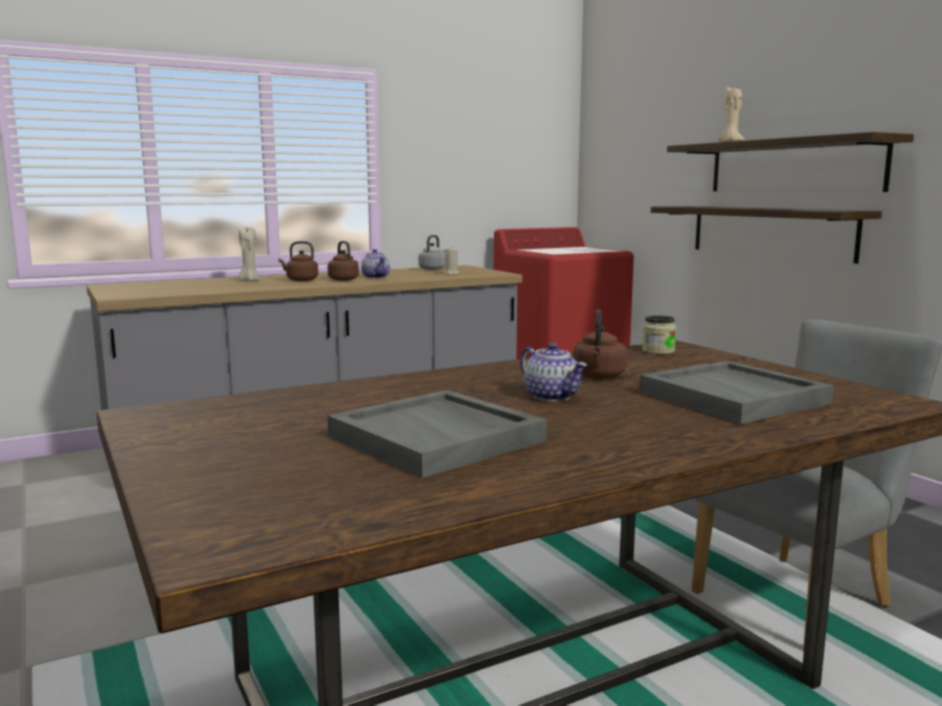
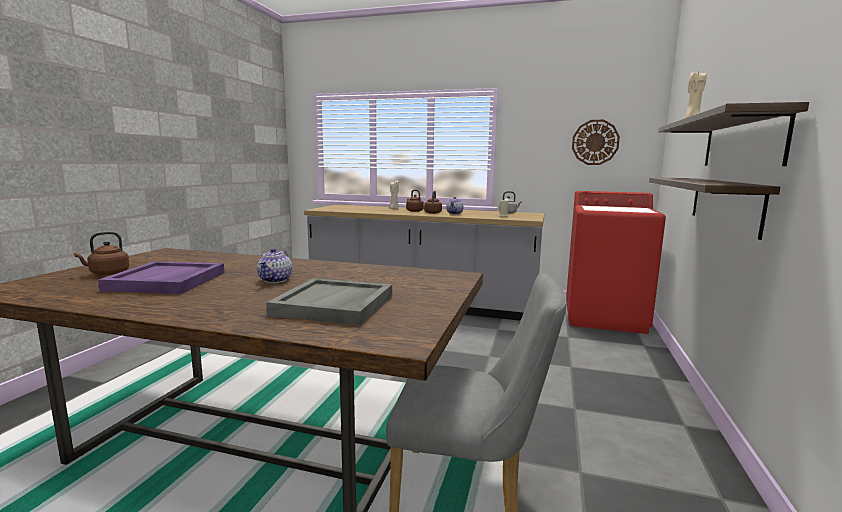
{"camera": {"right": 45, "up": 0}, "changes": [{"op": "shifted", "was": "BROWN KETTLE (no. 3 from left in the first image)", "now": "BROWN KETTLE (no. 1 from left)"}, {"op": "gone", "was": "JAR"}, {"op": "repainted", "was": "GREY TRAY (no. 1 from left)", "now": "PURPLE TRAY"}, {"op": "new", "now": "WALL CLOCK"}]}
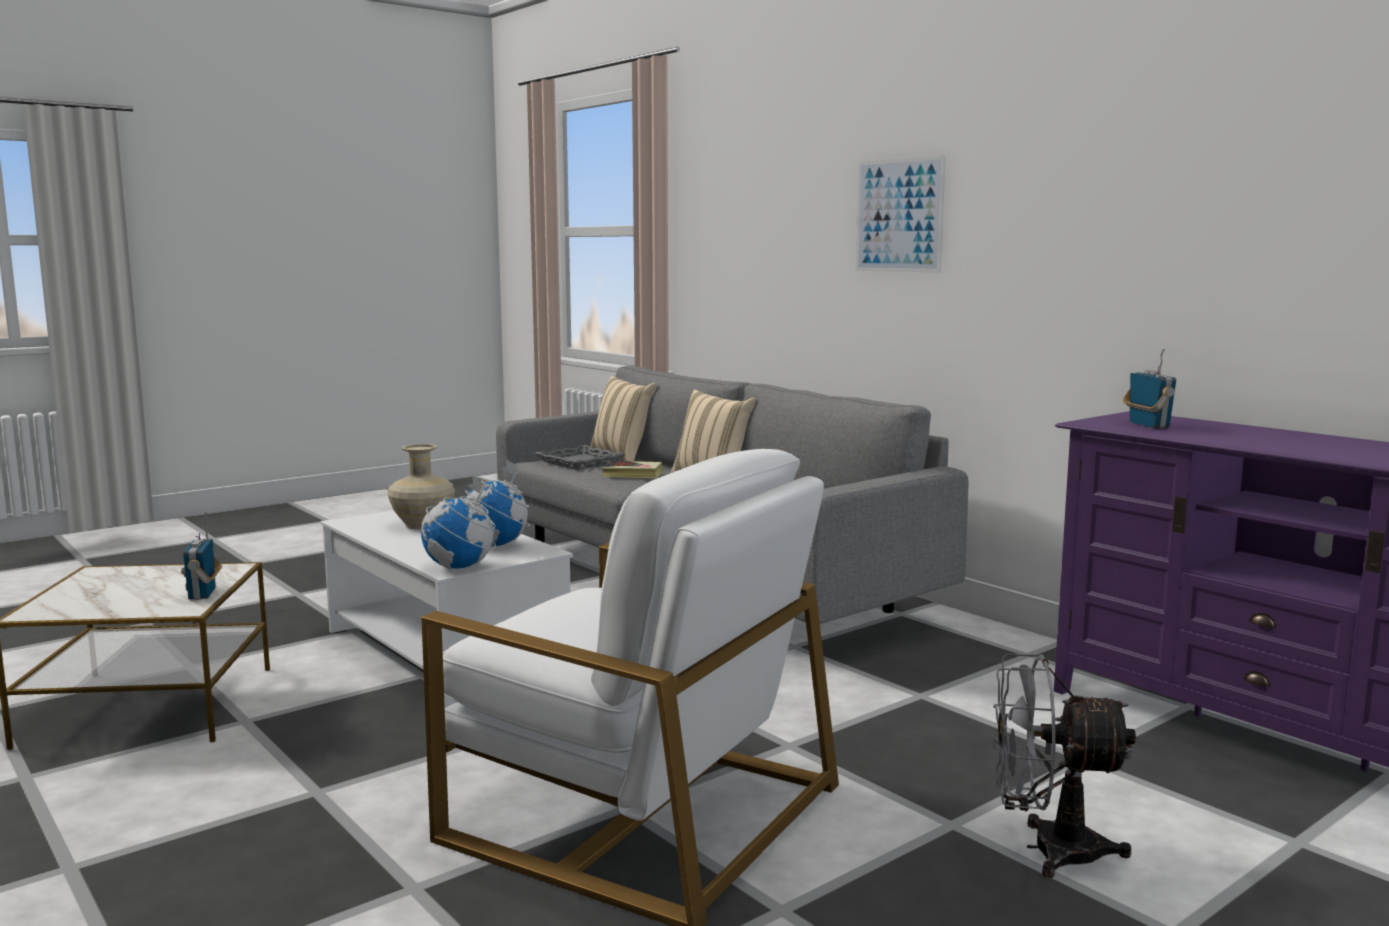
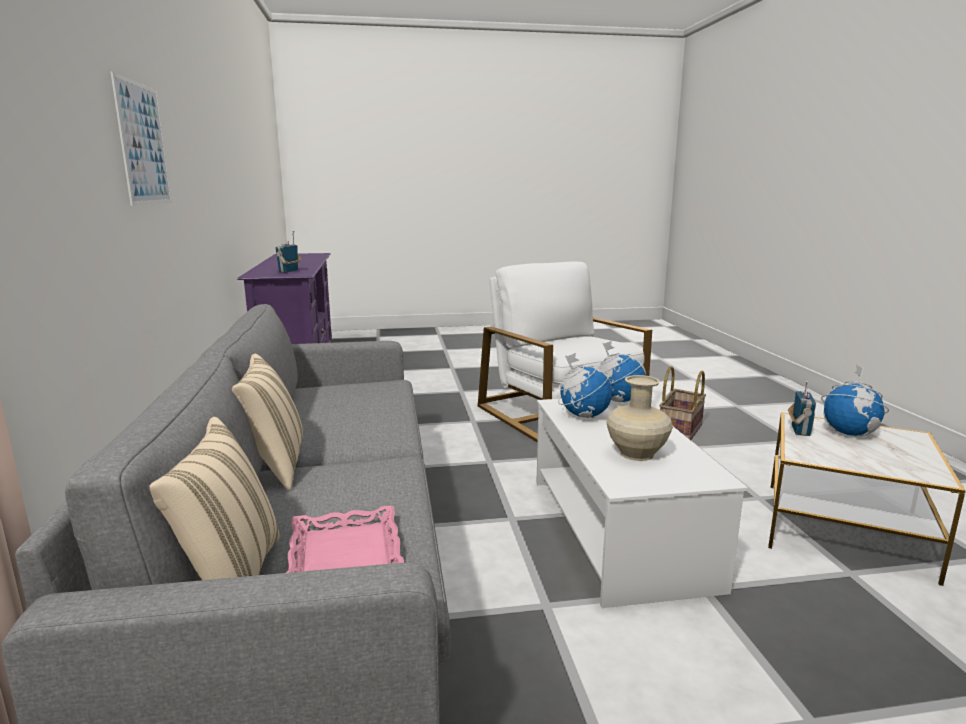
{"camera": {"right": -150, "up": 5}, "changes": [{"op": "repainted", "was": "GREY TRAY", "now": "PINK TRAY"}, {"op": "gone", "was": "BOOK"}, {"op": "gone", "was": "GREY FAN"}, {"op": "new", "now": "GLOBE (no. 3 from left)"}, {"op": "new", "now": "BASKET"}]}
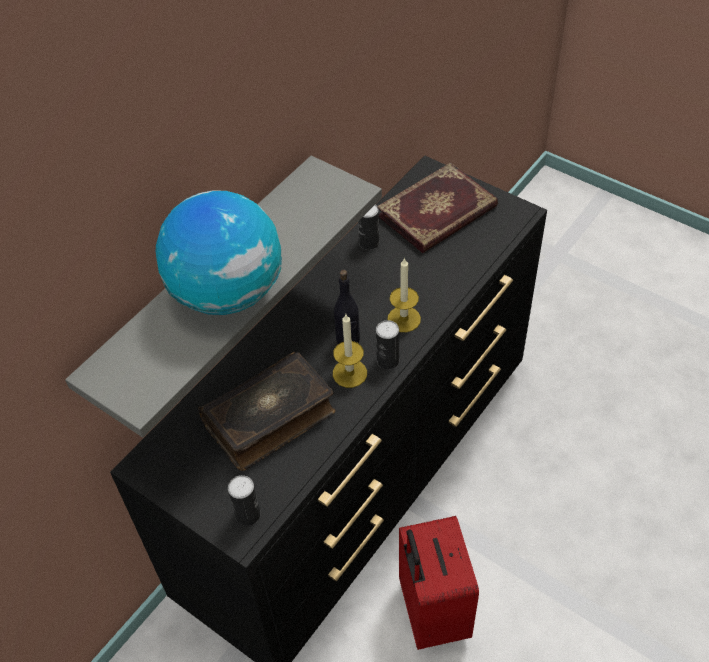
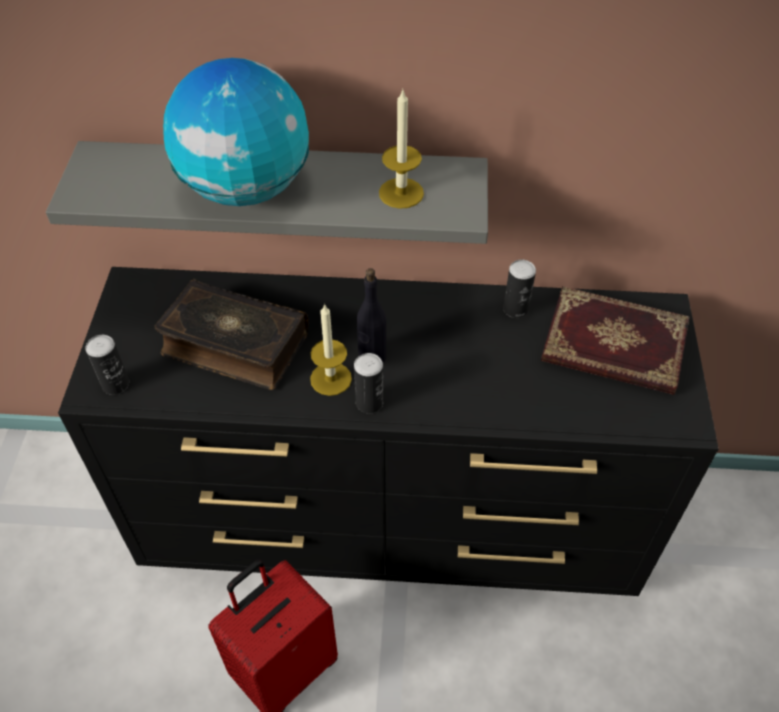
{"camera": {"right": 55, "up": 0}, "changes": [{"op": "shifted", "was": "CANDLE (no. 2 from left)"}]}
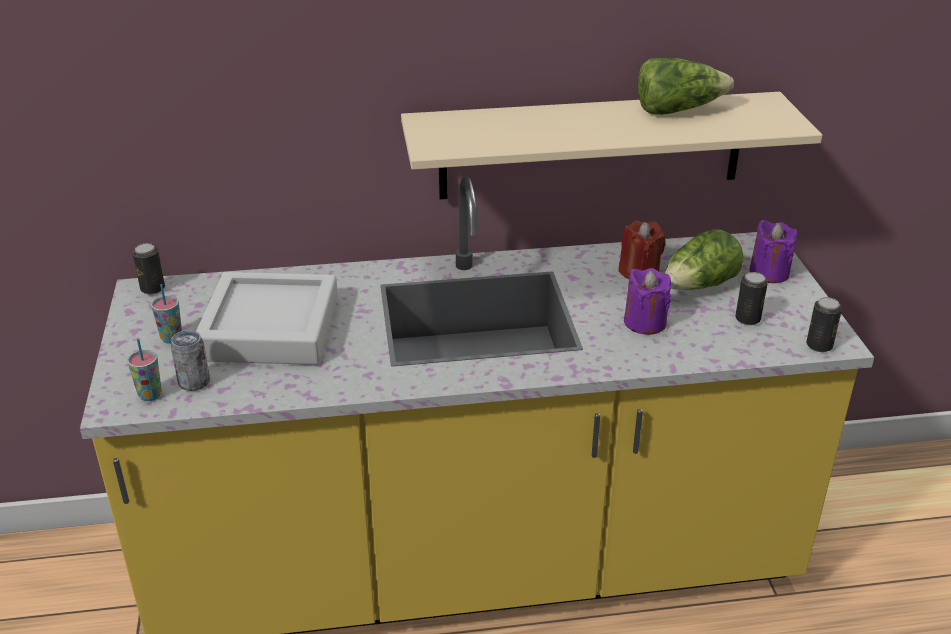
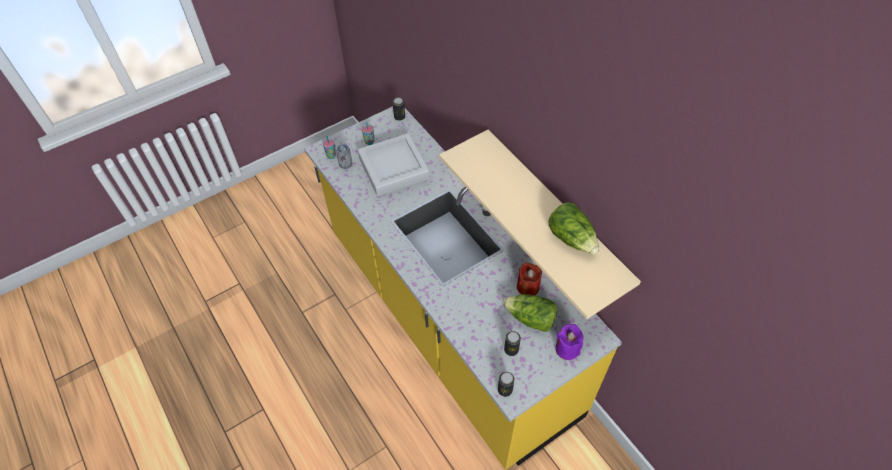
{"camera": {"right": 65, "up": 20}, "changes": [{"op": "gone", "was": "PURPLE CANDLE (no. 1 from left)"}]}
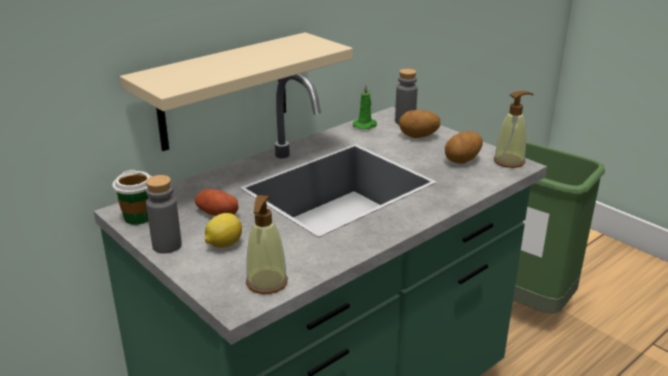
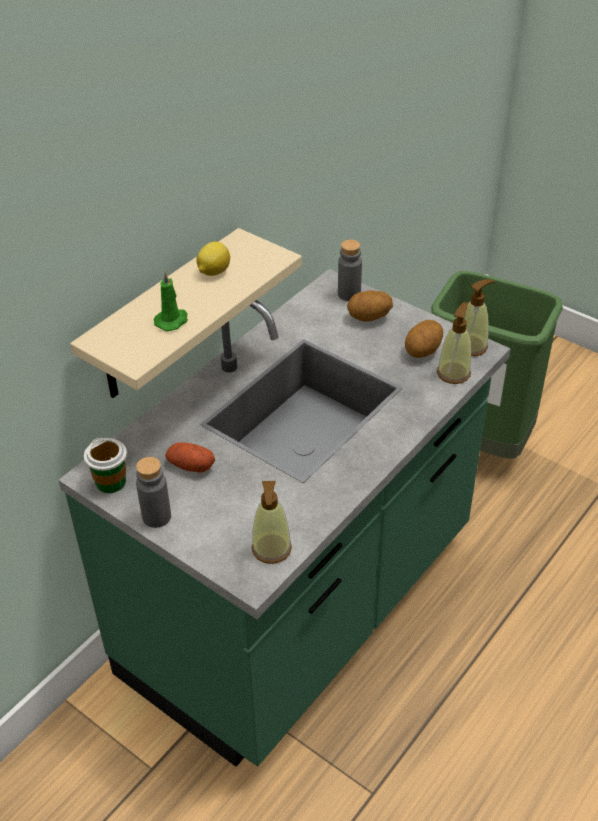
{"camera": {"right": -10, "up": 15}, "changes": [{"op": "shifted", "was": "GREEN CANDLE"}, {"op": "shifted", "was": "LEMON"}, {"op": "new", "now": "SOAP DISPENSER (no. 2 from left)"}]}
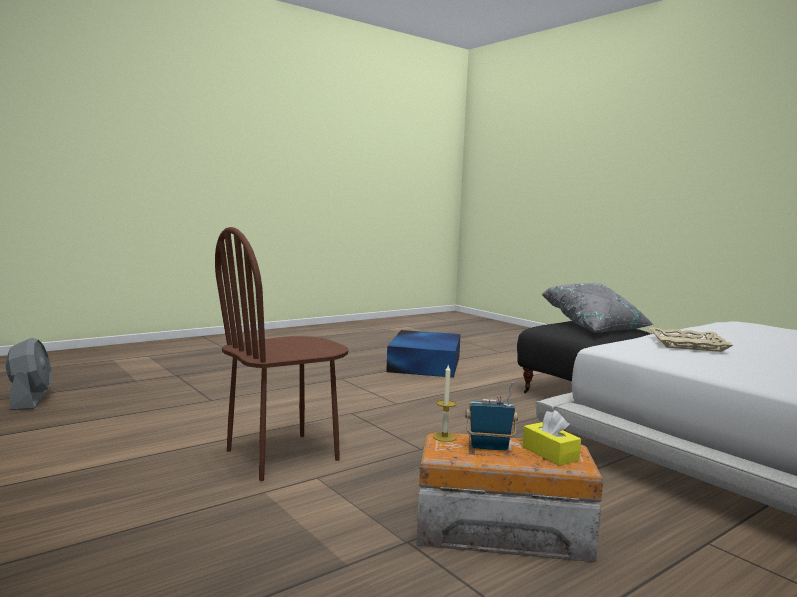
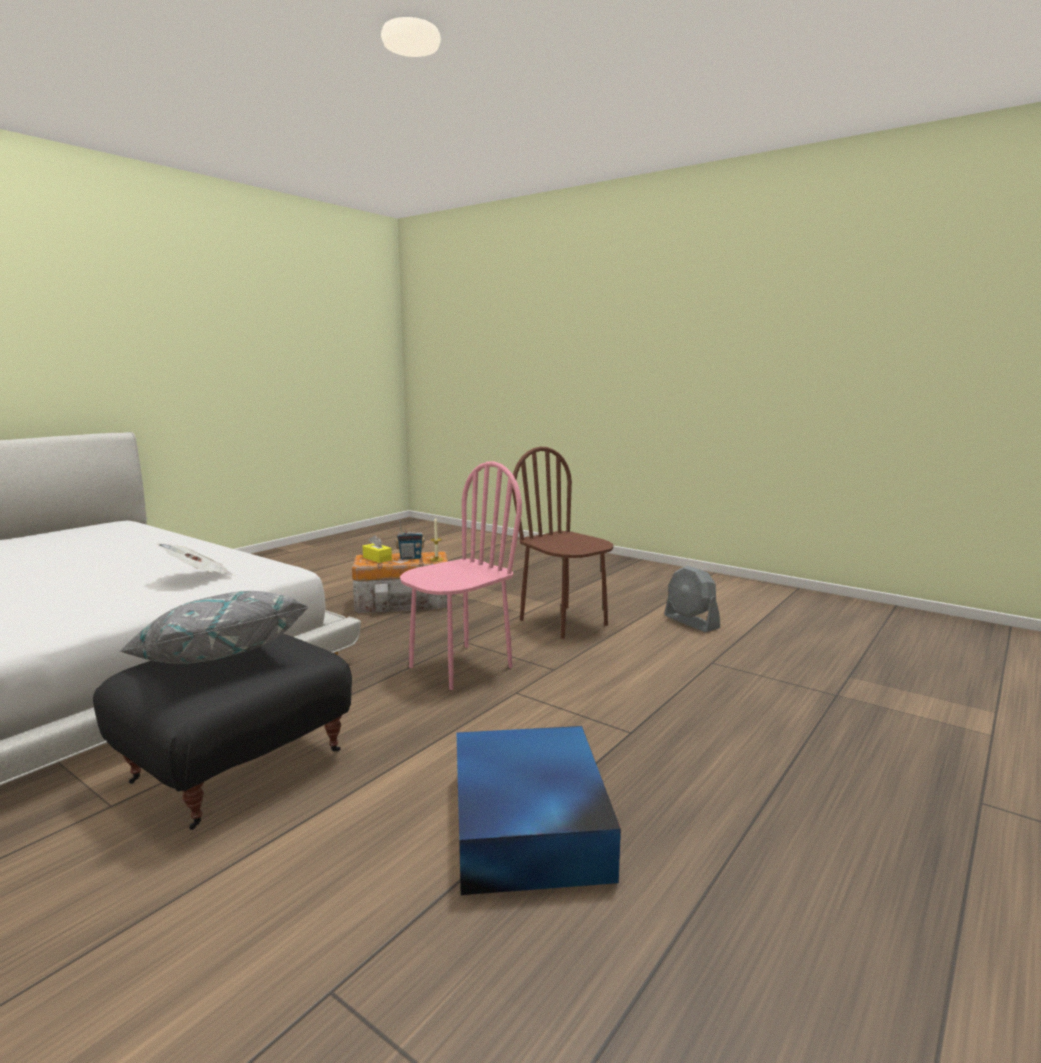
{"camera": {"right": 165, "up": 5}, "changes": [{"op": "rotated", "was": "BROWN CHAIR", "clockwise": -75}, {"op": "swapped", "was": "BEIGE TRAY", "now": "NEWSPAPER"}, {"op": "shifted", "was": "GREY FAN"}, {"op": "new", "now": "PINK CHAIR"}]}
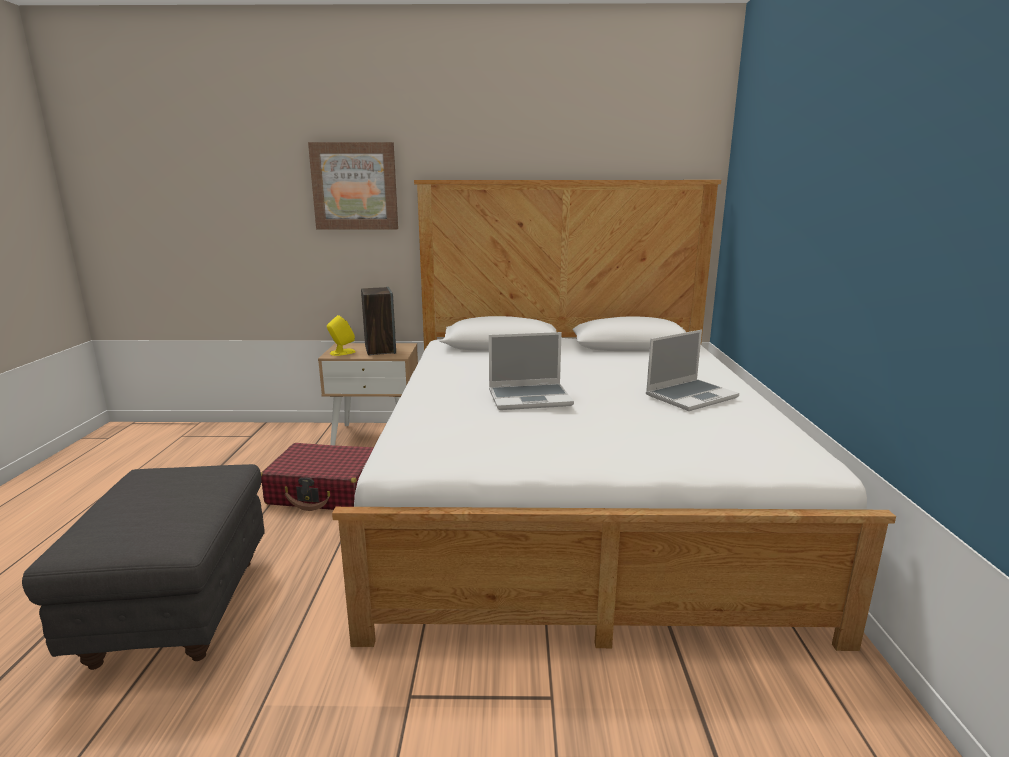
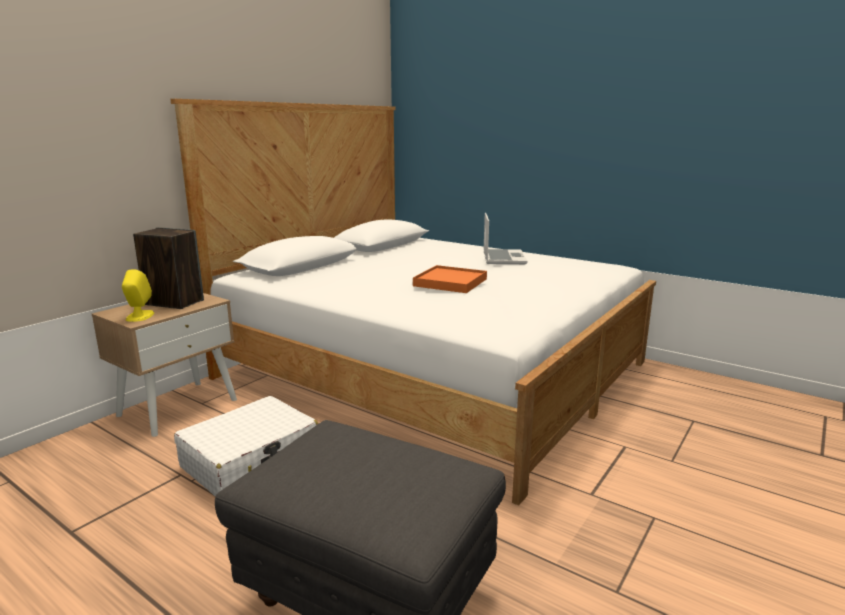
{"camera": {"right": -55, "up": 0}, "changes": [{"op": "gone", "was": "PICTURE"}, {"op": "swapped", "was": "LAPTOP (no. 1 from left)", "now": "ORANGE TRAY"}, {"op": "repainted", "was": "RED SUITCASE", "now": "WHITE SUITCASE"}]}
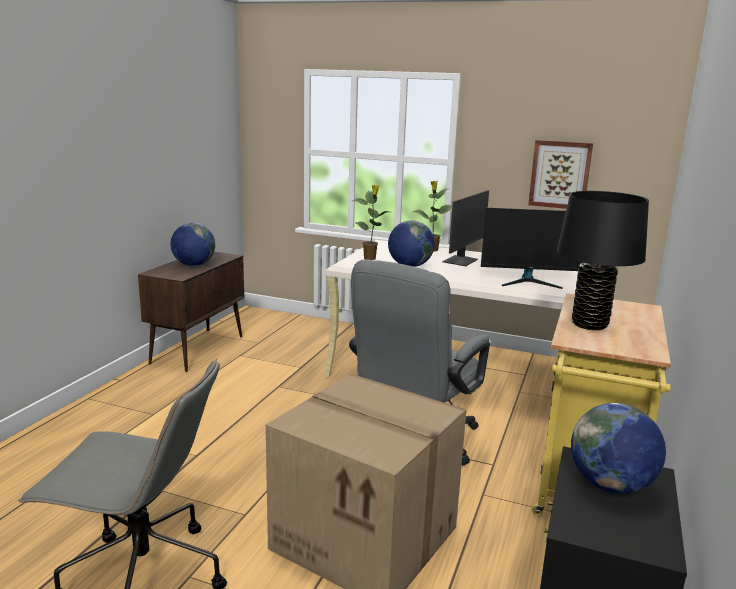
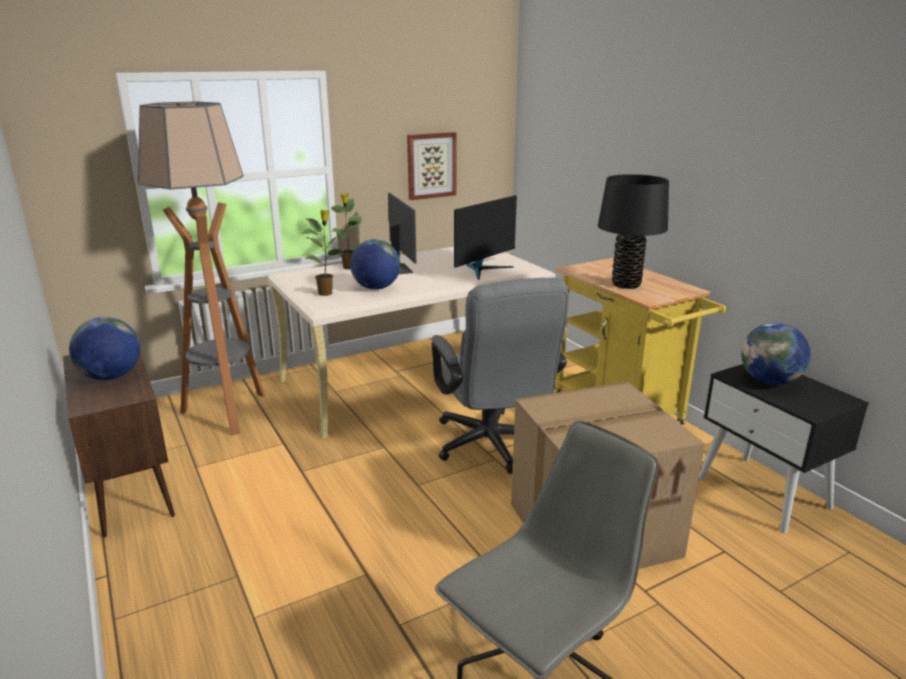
{"camera": {"right": -50, "up": 5}, "changes": [{"op": "new", "now": "FLOOR LAMP"}]}
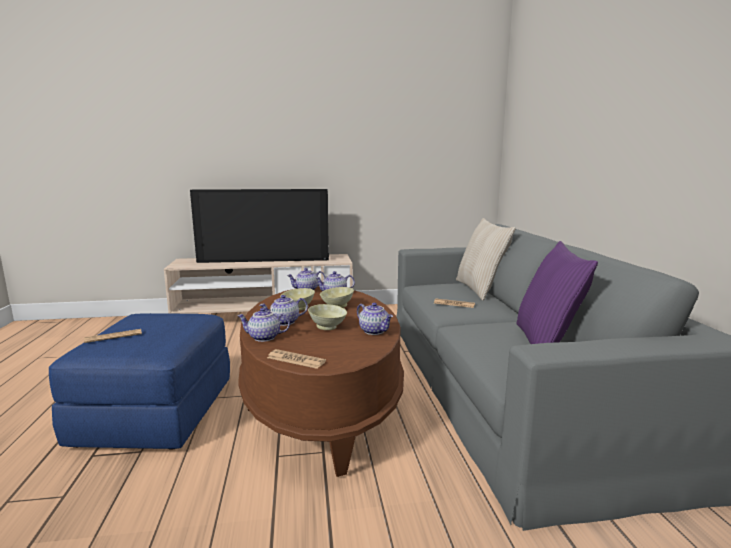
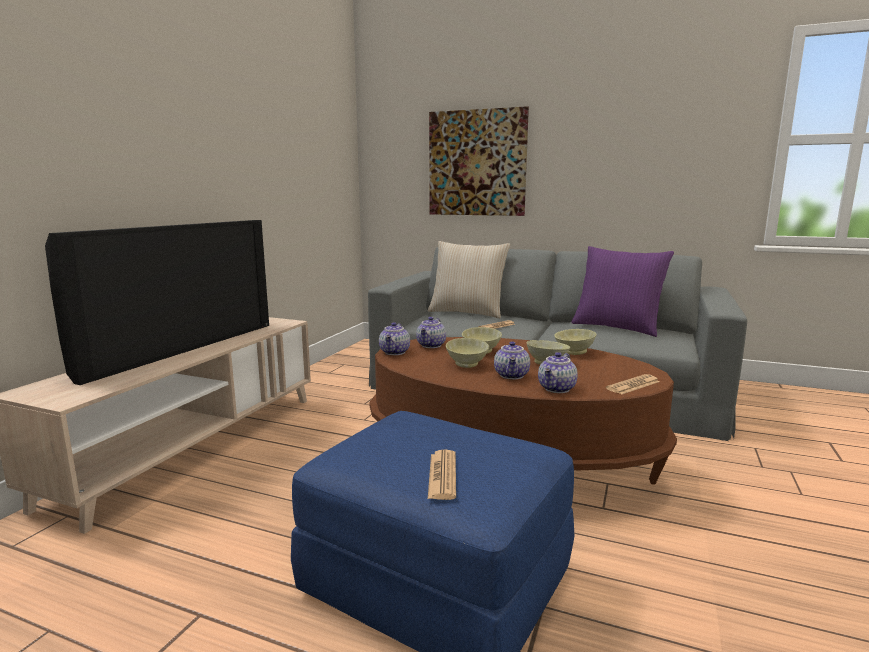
{"camera": {"right": -60, "up": 0}, "changes": [{"op": "swapped", "was": "TEAPOT (no. 5 from left)", "now": "BEIGE BOWL (no. 4 from left)"}, {"op": "new", "now": "PICTURE"}]}
